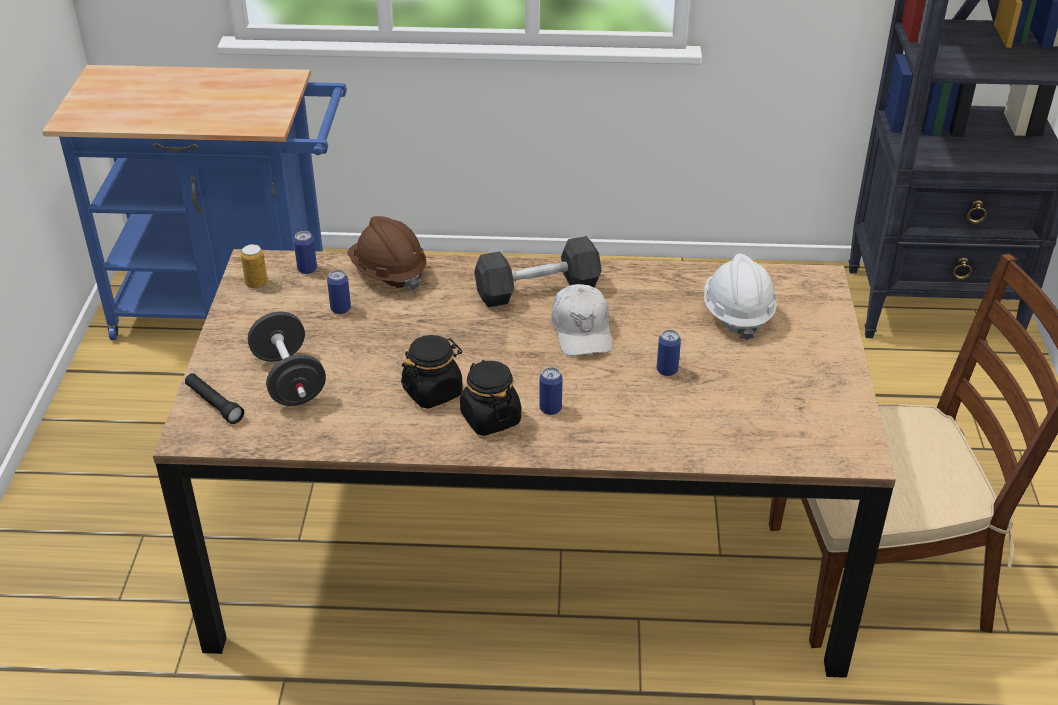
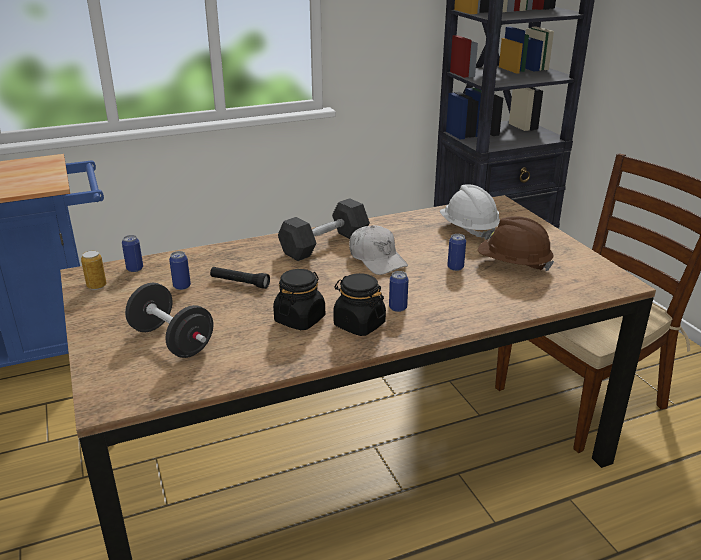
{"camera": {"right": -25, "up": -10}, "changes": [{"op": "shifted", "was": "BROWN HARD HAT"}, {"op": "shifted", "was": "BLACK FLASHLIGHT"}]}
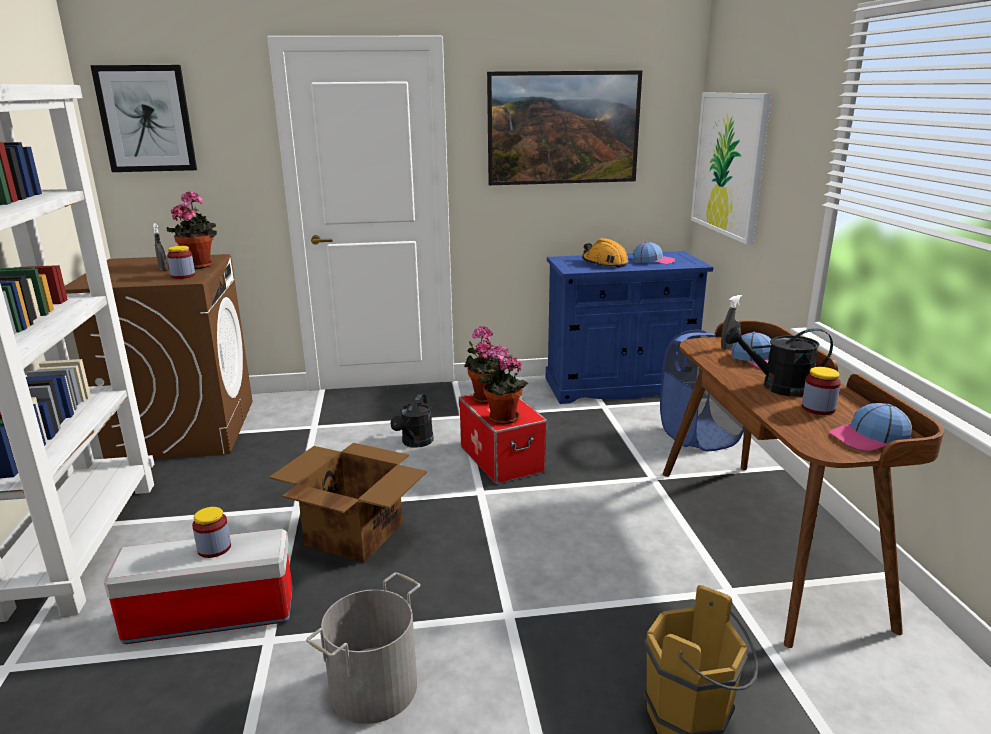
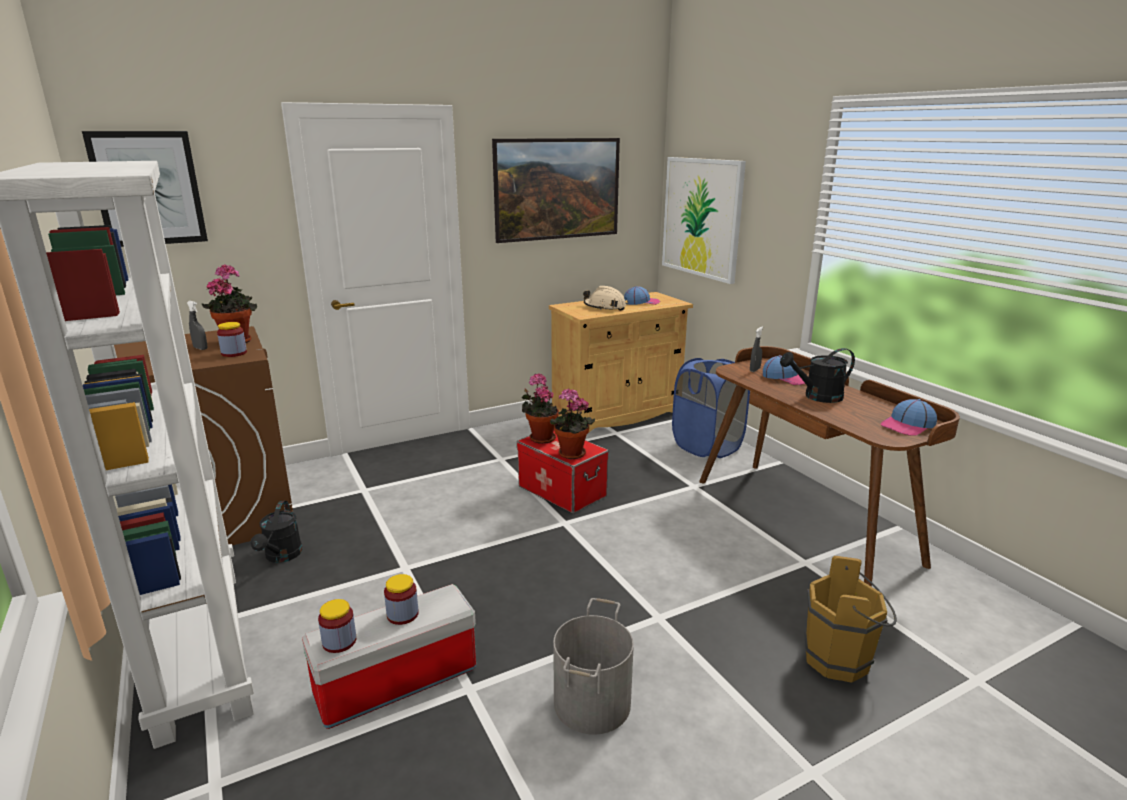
{"camera": {"right": -20, "up": 0}, "changes": [{"op": "repainted", "was": "ORANGE HARD HAT", "now": "BEIGE HARD HAT"}, {"op": "repainted", "was": "BLUE CABINET", "now": "BEIGE CABINET"}, {"op": "shifted", "was": "JAR (no. 3 from left in the first image)", "now": "JAR (no. 2 from left)"}, {"op": "shifted", "was": "BLACK WATERING CAN (no. 1 from left)"}, {"op": "gone", "was": "CARDBOARD BOX"}]}
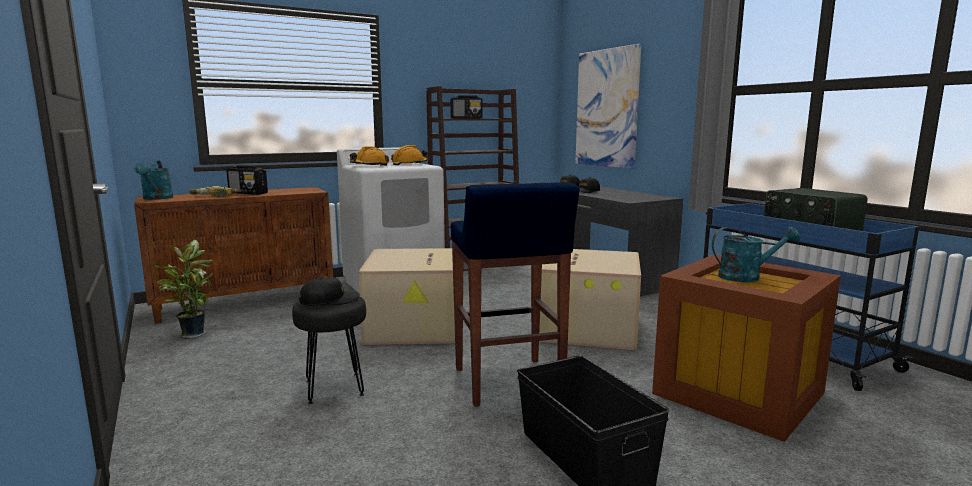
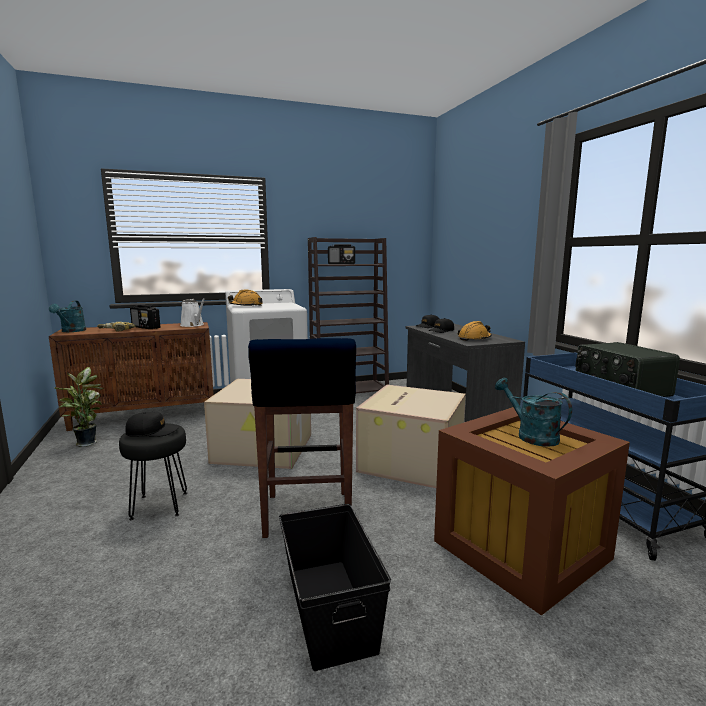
{"camera": {"right": 10, "up": 0}, "changes": [{"op": "gone", "was": "PICTURE"}, {"op": "shifted", "was": "ORANGE HARD HAT (no. 2 from left)"}, {"op": "rotated", "was": "TURQUOISE WATERING CAN (no. 2 from left)", "clockwise": -135}, {"op": "new", "now": "WHITE WATERING CAN"}]}
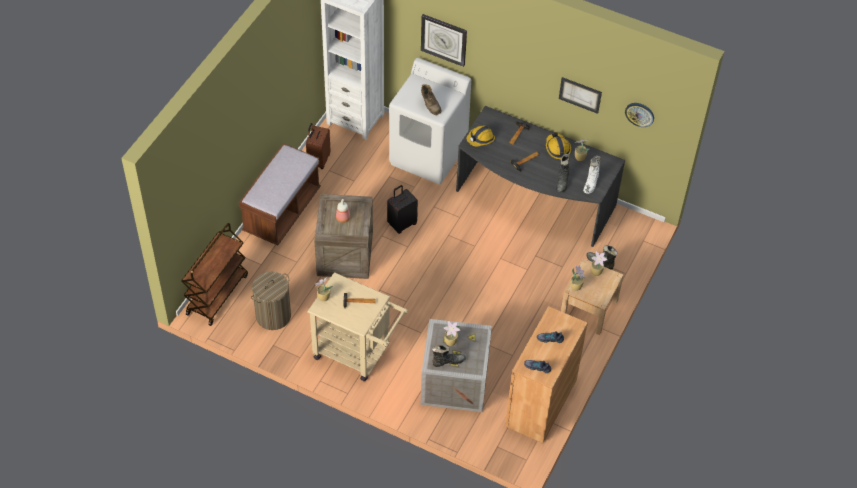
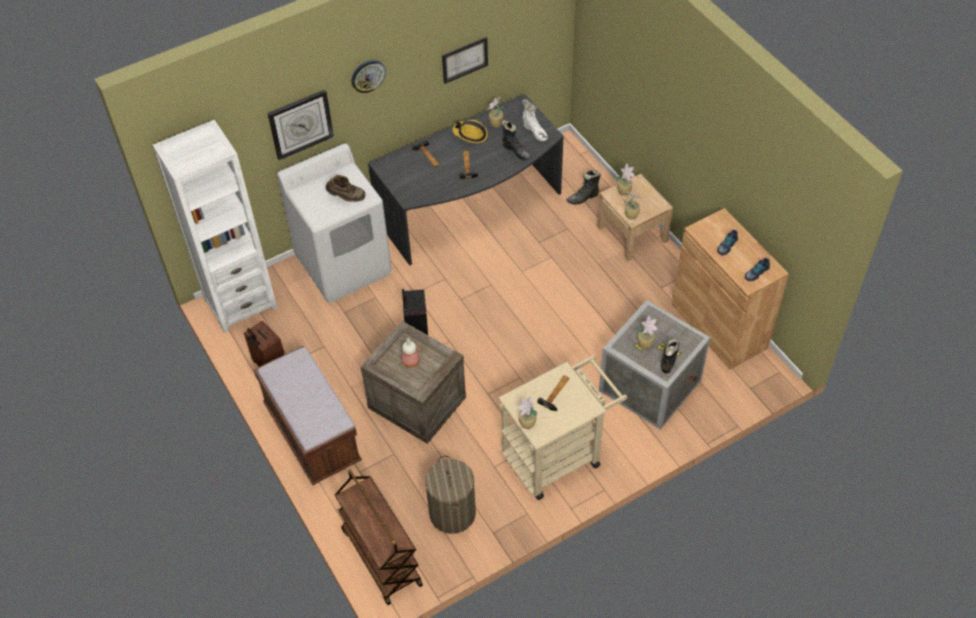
{"camera": {"right": -55, "up": 0}, "changes": [{"op": "shifted", "was": "WALL CLOCK (no. 2 from left)"}, {"op": "gone", "was": "HARD HAT (no. 1 from left)"}]}
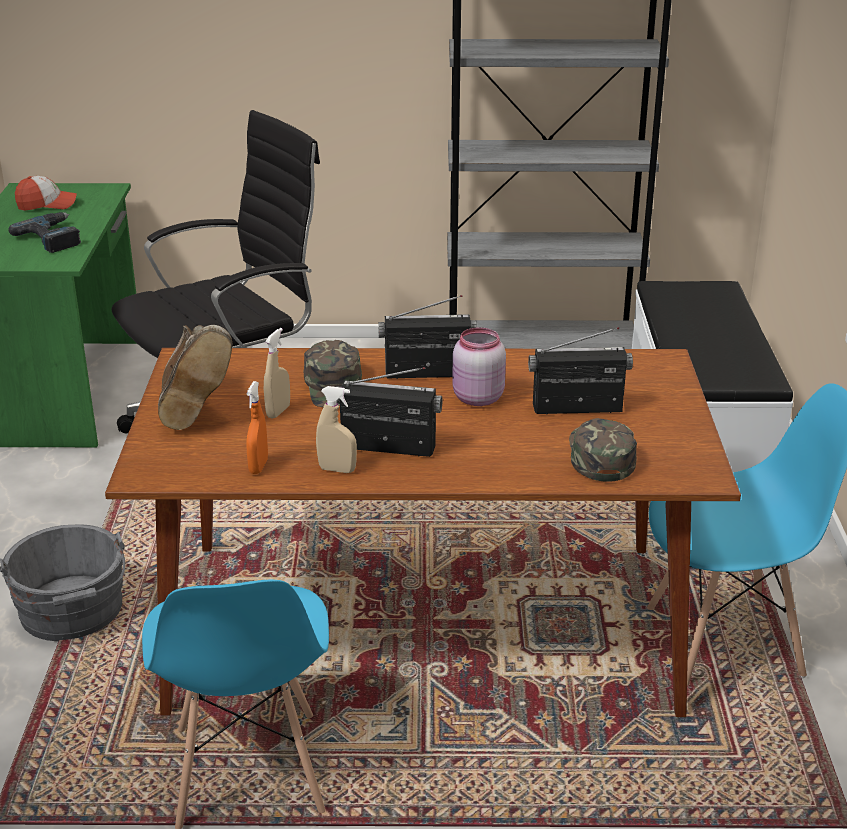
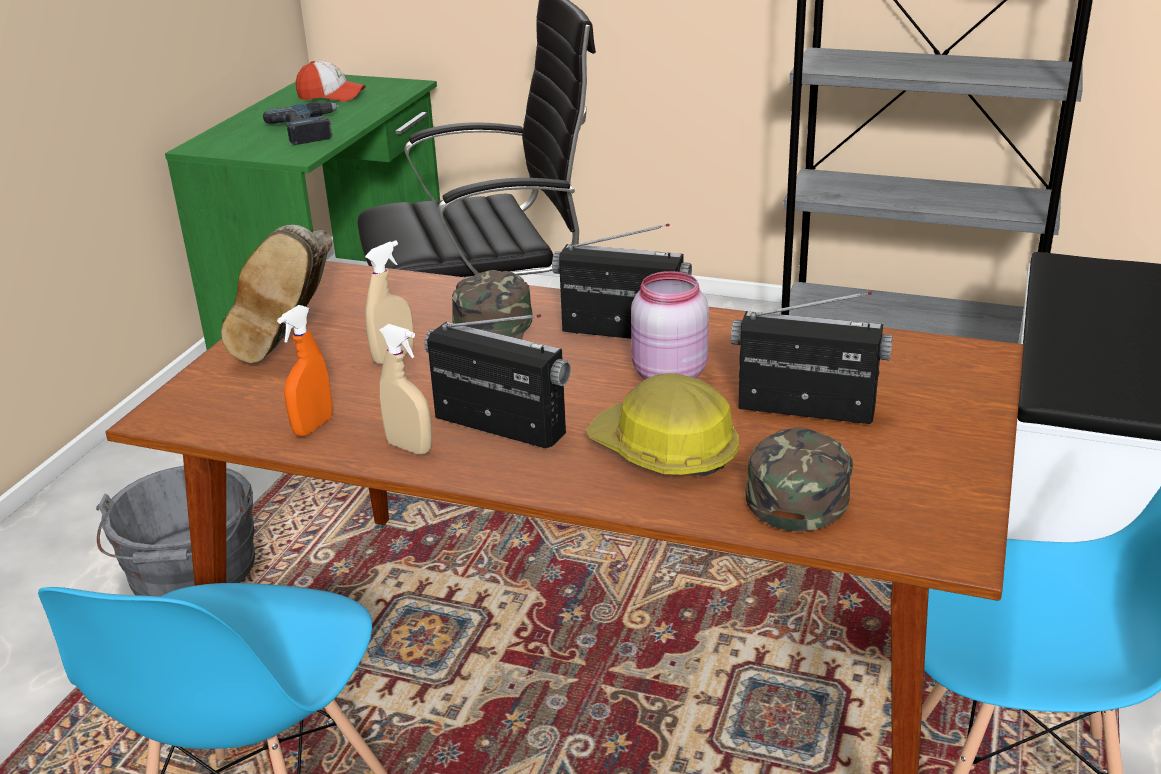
{"camera": {"right": 20, "up": 0}, "changes": [{"op": "new", "now": "HARD HAT"}]}
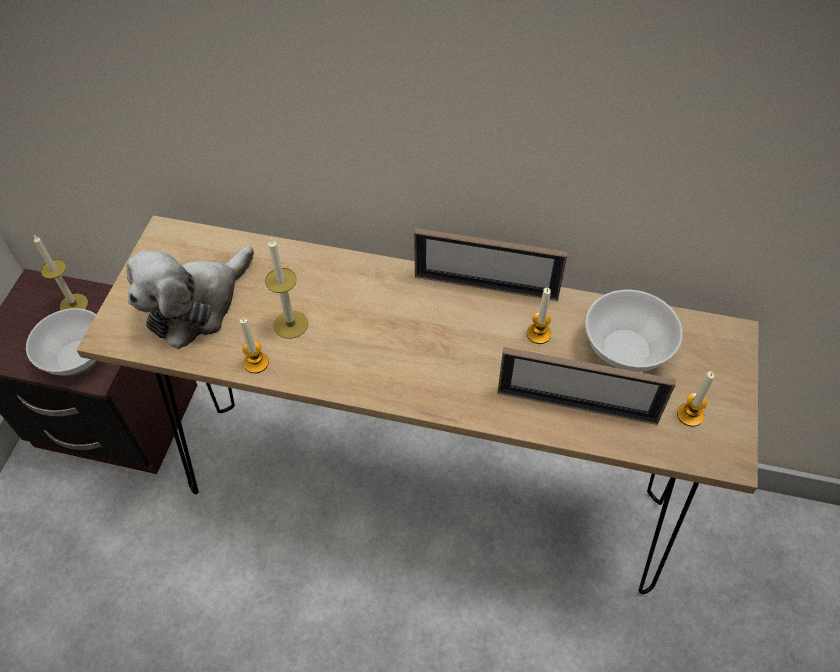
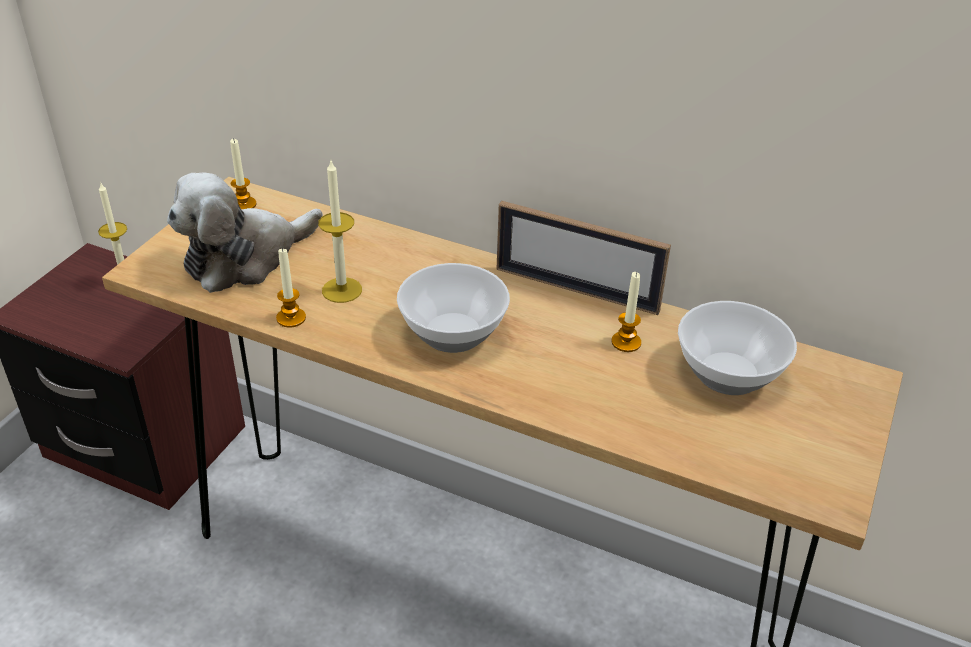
{"camera": {"right": 10, "up": -15}, "changes": [{"op": "shifted", "was": "BOWL (no. 1 from left)"}, {"op": "gone", "was": "PICTURE FRAME (no. 2 from left)"}, {"op": "shifted", "was": "CANDLE (no. 5 from left in the first image)", "now": "CANDLE (no. 2 from left)"}]}
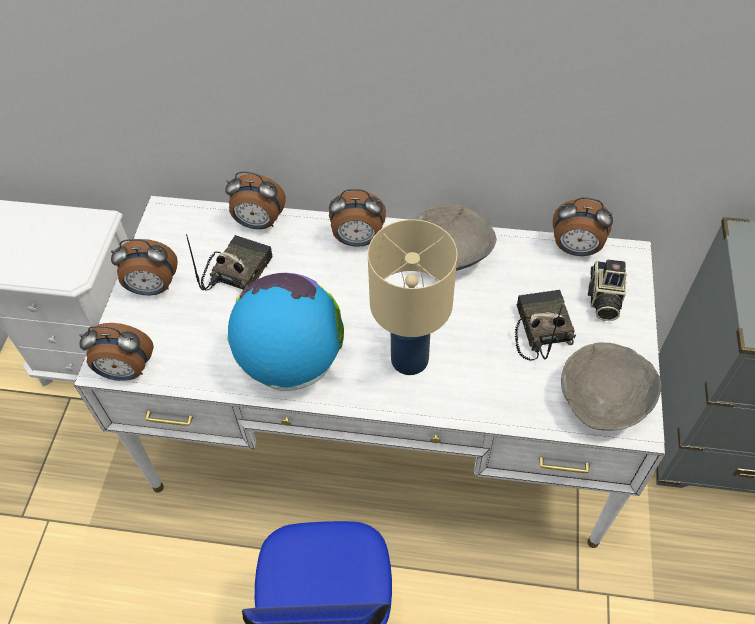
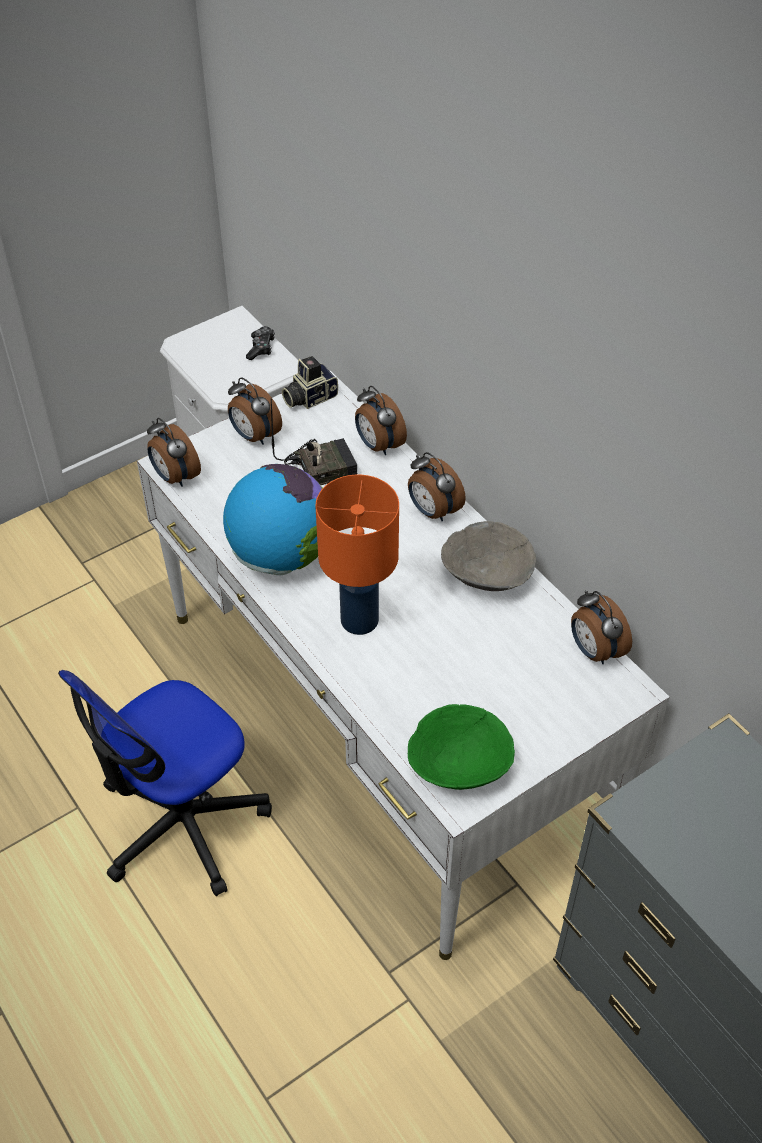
{"camera": {"right": 45, "up": -5}, "changes": [{"op": "repainted", "was": "BEIGE TABLE LAMP", "now": "ORANGE TABLE LAMP"}, {"op": "shifted", "was": "PHOTO CAMERA"}, {"op": "gone", "was": "RADIO (no. 2 from left)"}, {"op": "repainted", "was": "GREY BOWL (no. 2 from left)", "now": "GREEN BOWL"}, {"op": "new", "now": "GAME CONTROLLER"}]}
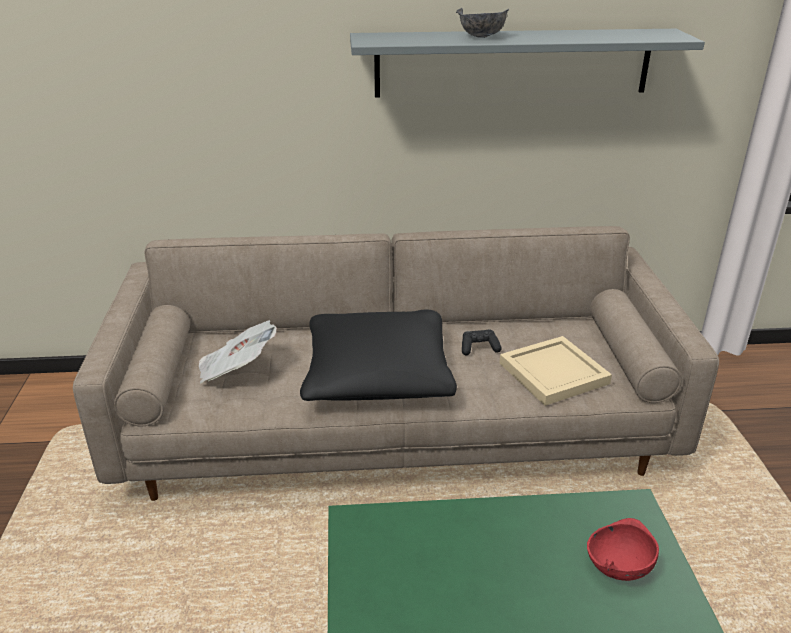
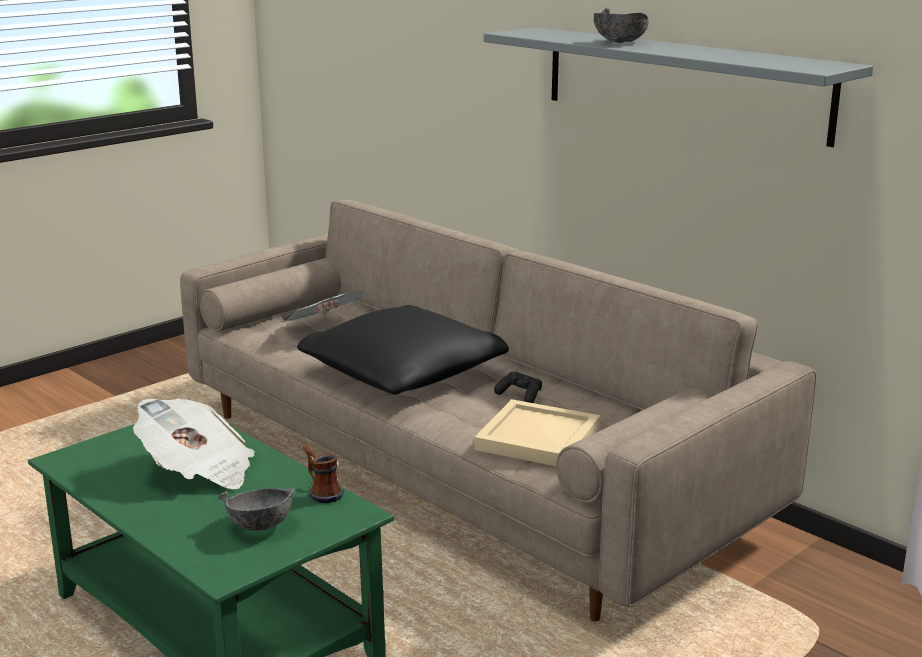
{"camera": {"right": 50, "up": -10}, "changes": [{"op": "repainted", "was": "RED BOWL", "now": "GREY BOWL (no. 1 from left)"}, {"op": "new", "now": "NEWSPAPER (no. 1 from left)"}, {"op": "new", "now": "MUG"}]}
